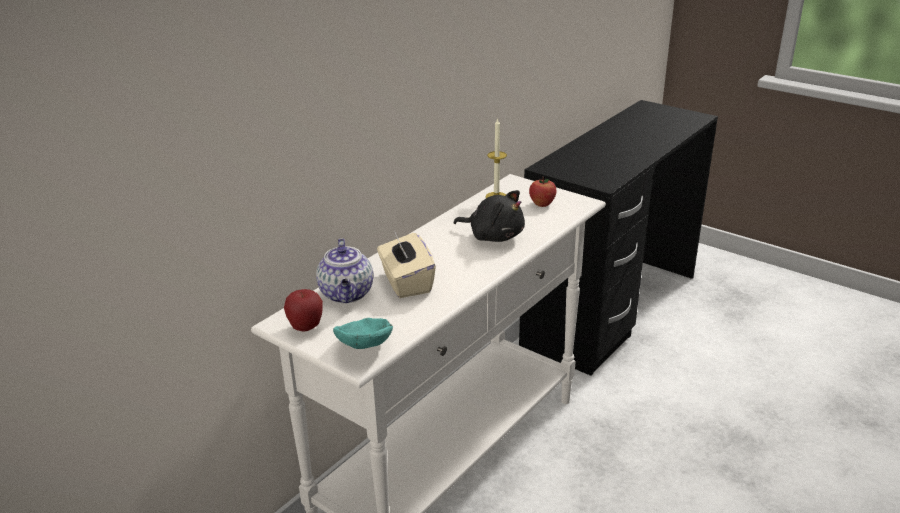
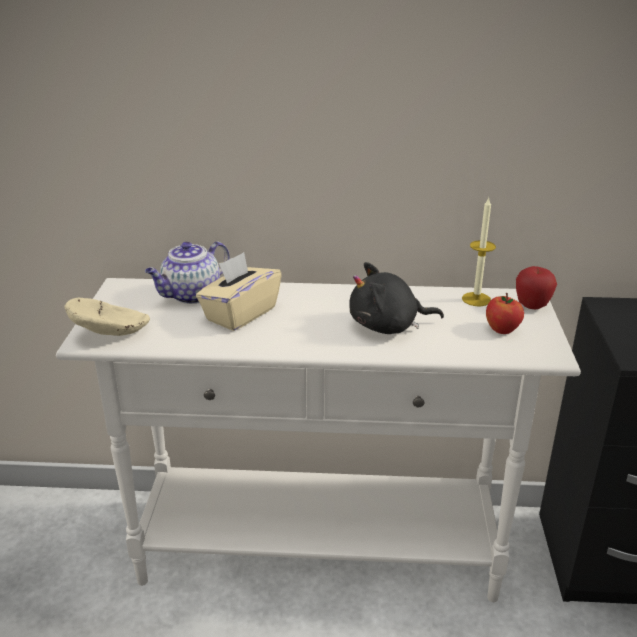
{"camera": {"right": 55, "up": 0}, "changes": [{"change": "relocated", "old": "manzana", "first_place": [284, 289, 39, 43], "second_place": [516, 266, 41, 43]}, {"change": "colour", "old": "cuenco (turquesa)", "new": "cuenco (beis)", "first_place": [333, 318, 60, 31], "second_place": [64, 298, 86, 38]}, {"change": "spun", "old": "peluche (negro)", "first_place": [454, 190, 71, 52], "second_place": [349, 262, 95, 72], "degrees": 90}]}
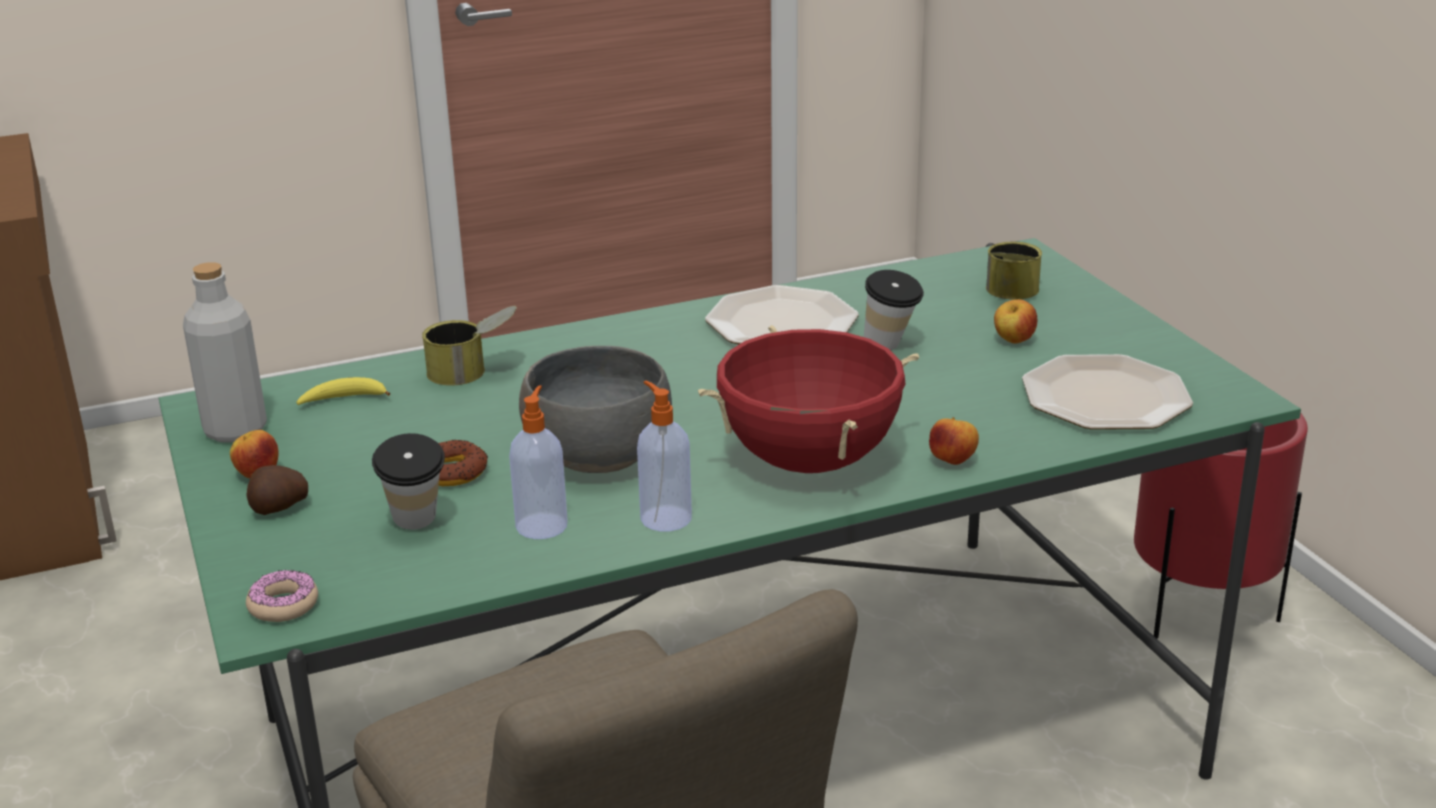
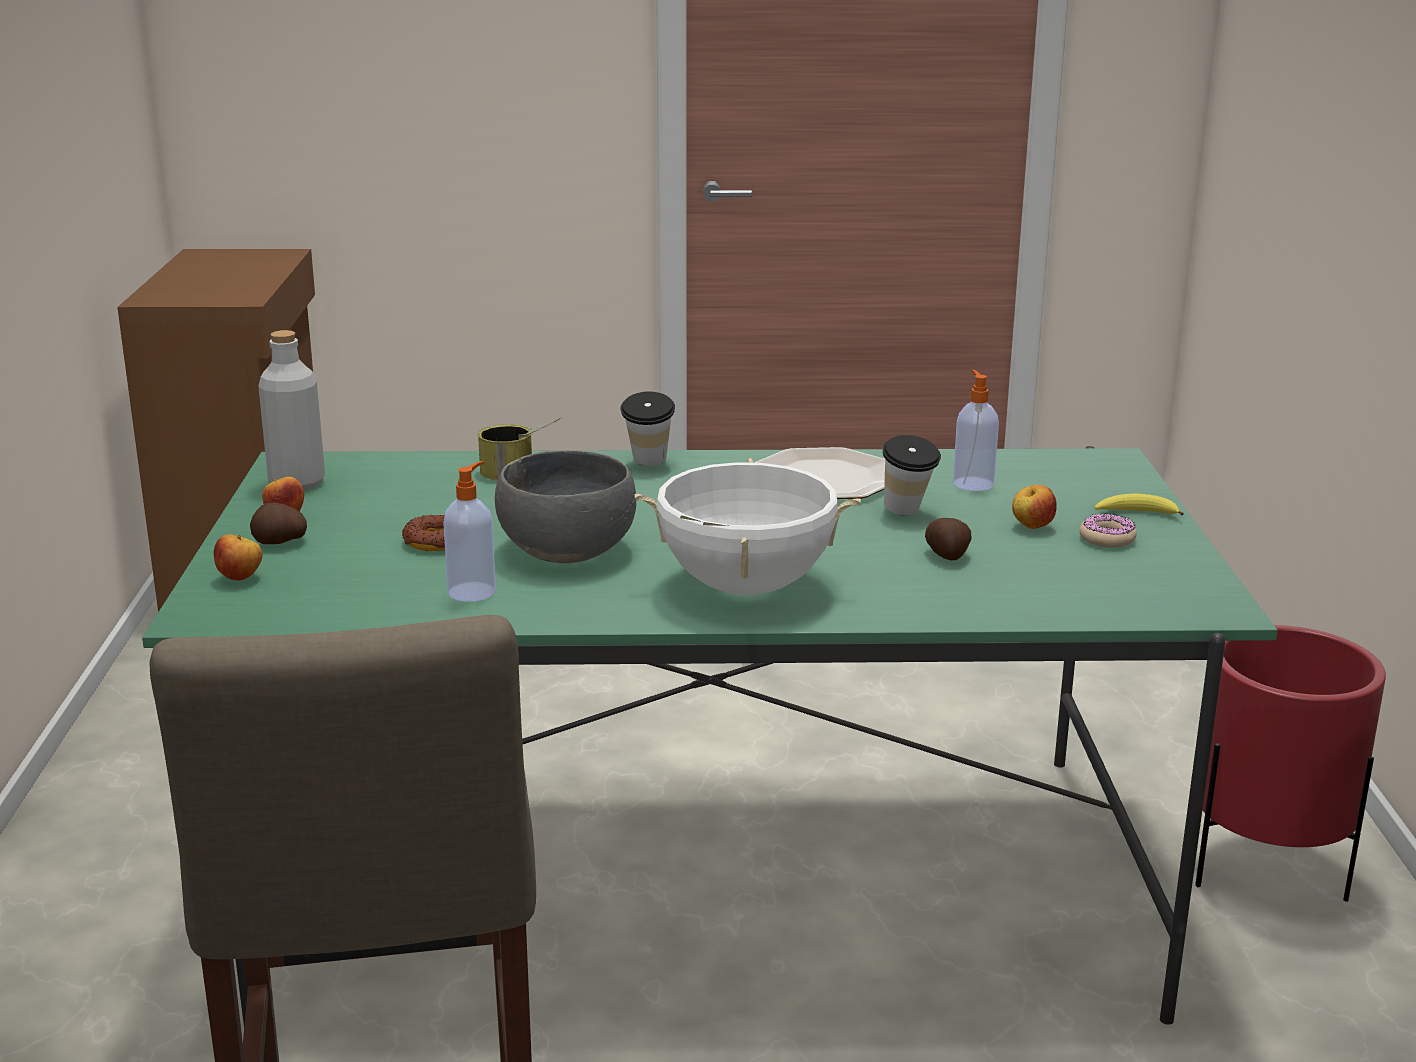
{"camera": {"right": 20, "up": -5}, "changes": [{"change": "relocated", "old": "rosquilla", "first_place": [246, 570, 72, 52], "second_place": [1079, 513, 58, 35]}, {"change": "relocated", "old": "plátano", "first_place": [296, 377, 94, 28], "second_place": [1094, 493, 89, 23]}, {"change": "relocated", "old": "taza", "first_place": [372, 433, 73, 97], "second_place": [621, 392, 54, 74]}, {"change": "relocated", "old": "dispensador de jabón", "first_place": [637, 381, 55, 151], "second_place": [953, 370, 46, 121]}, {"change": "colour", "old": "olla (rojo)", "new": "olla (blanco)", "first_place": [698, 325, 221, 148], "second_place": [635, 458, 226, 137]}, {"change": "relocated", "old": "manzana", "first_place": [929, 417, 50, 48], "second_place": [214, 534, 48, 47]}, {"change": "missing", "old": "lata", "first_place": [986, 241, 56, 59]}, {"change": "missing", "old": "plato", "first_place": [1022, 354, 171, 76]}, {"change": "appeared", "new": "patata", "second_place": [925, 518, 47, 42]}]}
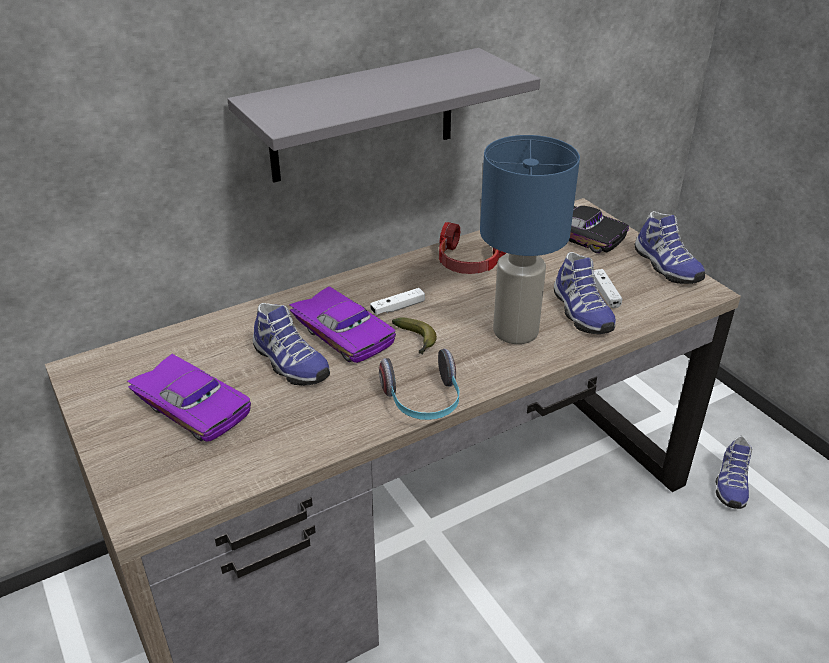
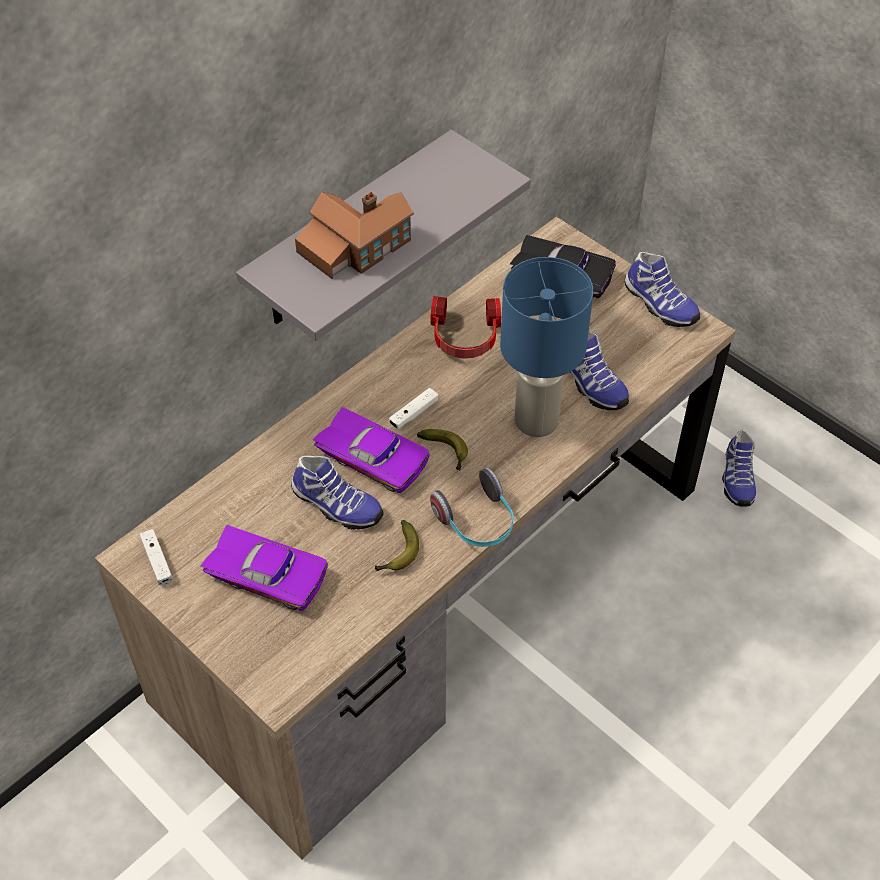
{"camera": {"right": -15, "up": 15}, "changes": [{"change": "relocated", "old": "mando de consola (blanco)", "first_place": [594, 269, 28, 39], "second_place": [140, 529, 33, 57]}, {"change": "appeared", "new": "casita", "second_place": [295, 192, 119, 87]}, {"change": "appeared", "new": "plátano", "second_place": [375, 520, 44, 51]}]}
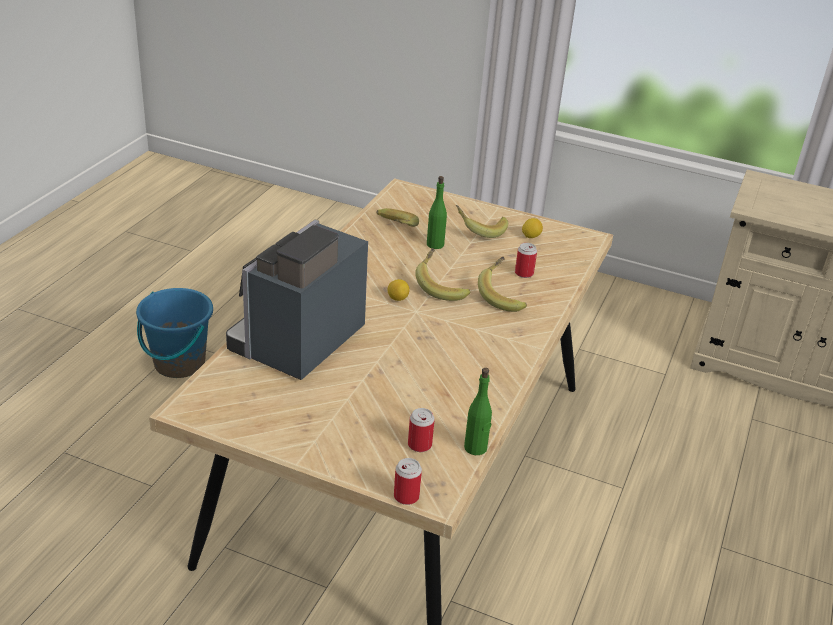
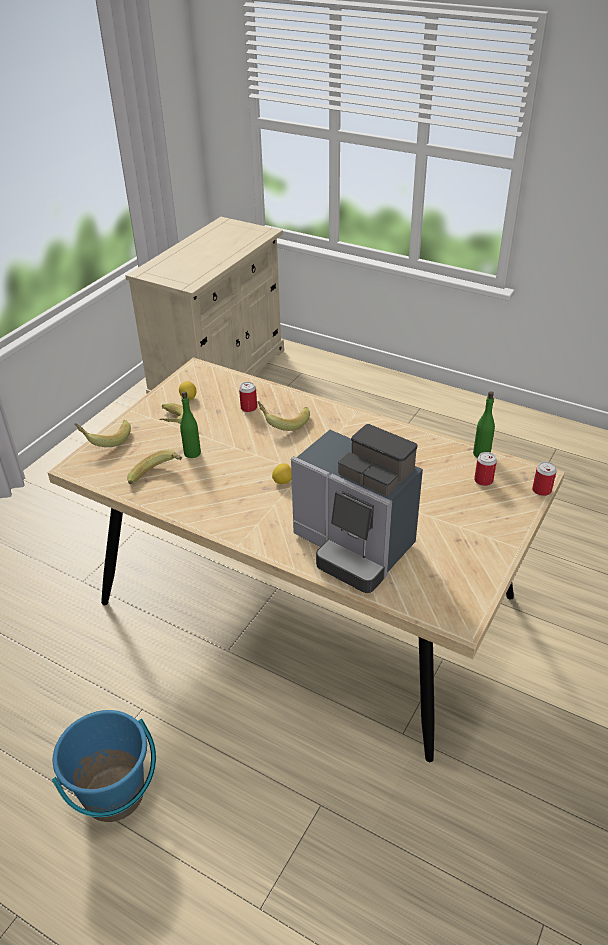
{"camera": {"right": -80, "up": 5}, "changes": [{"change": "relocated", "old": "plátano", "first_place": [415, 248, 56, 53], "second_place": [74, 420, 57, 27]}]}
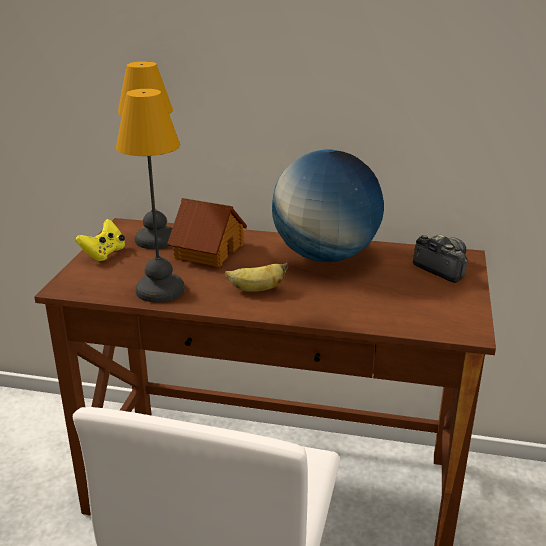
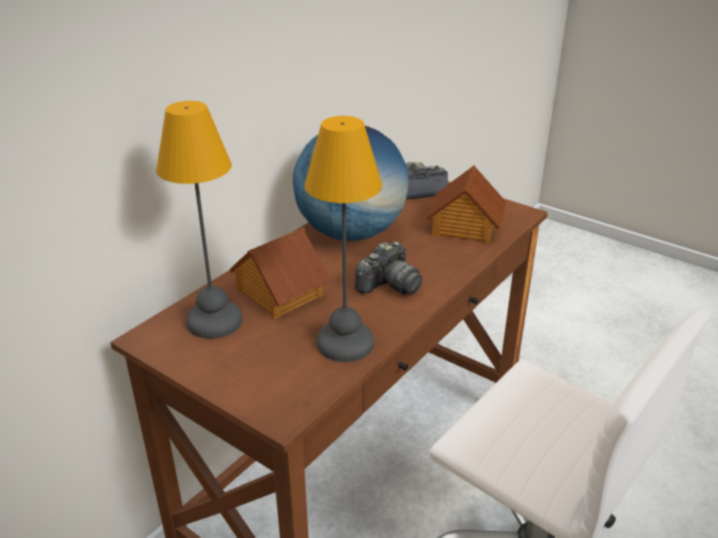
{"camera": {"right": -65, "up": 5}, "changes": [{"change": "missing", "old": "mando de consola (amarillo)", "first_place": [76, 219, 49, 42]}, {"change": "exchanged", "old": "plátano", "new": "cámara", "first_place": [225, 263, 63, 29], "second_place": [355, 241, 68, 54]}, {"change": "appeared", "new": "casita", "second_place": [426, 165, 80, 78]}]}
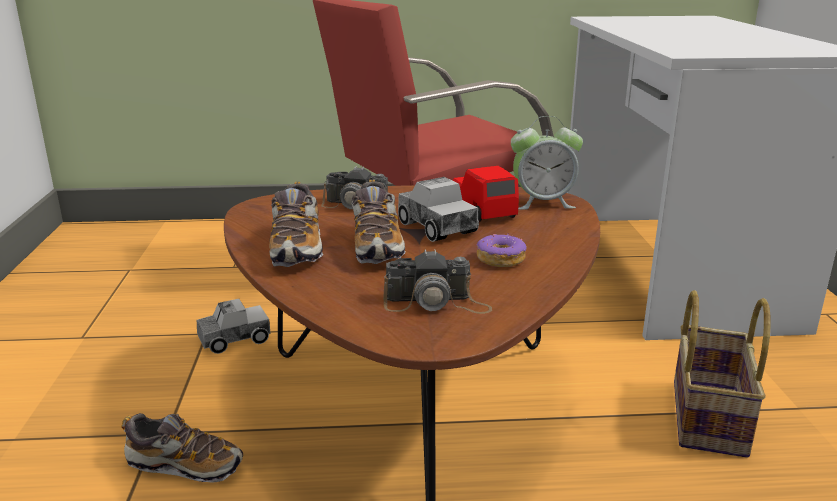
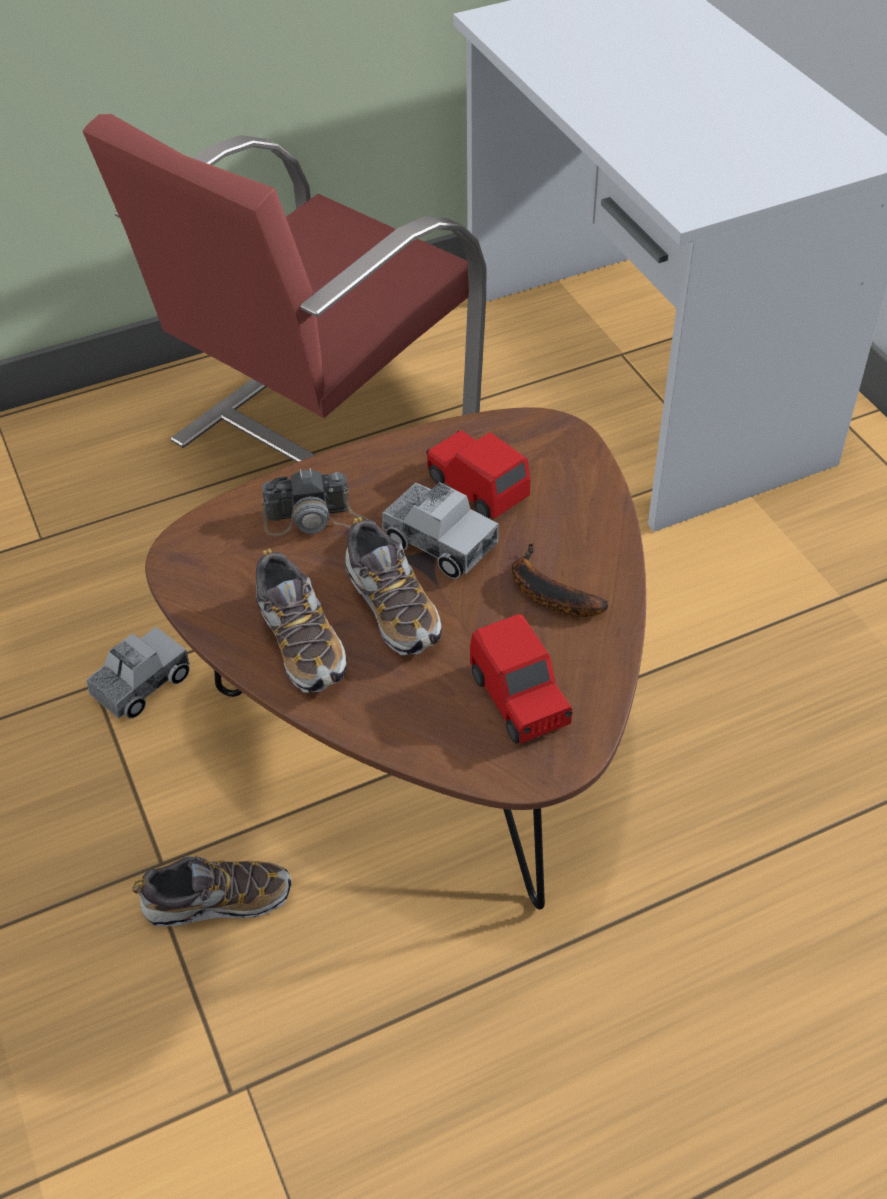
{"camera": {"right": -20, "up": 25}, "changes": [{"change": "exchanged", "old": "cámara", "new": "coche de juguete (rojo)", "first_place": [383, 249, 109, 65], "second_place": [470, 614, 102, 130]}, {"change": "exchanged", "old": "rosquilla", "new": "plátano", "first_place": [476, 233, 51, 34], "second_place": [512, 542, 96, 75]}, {"change": "missing", "old": "despertador", "first_place": [511, 116, 72, 94]}, {"change": "missing", "old": "cesta", "first_place": [674, 290, 97, 168]}]}
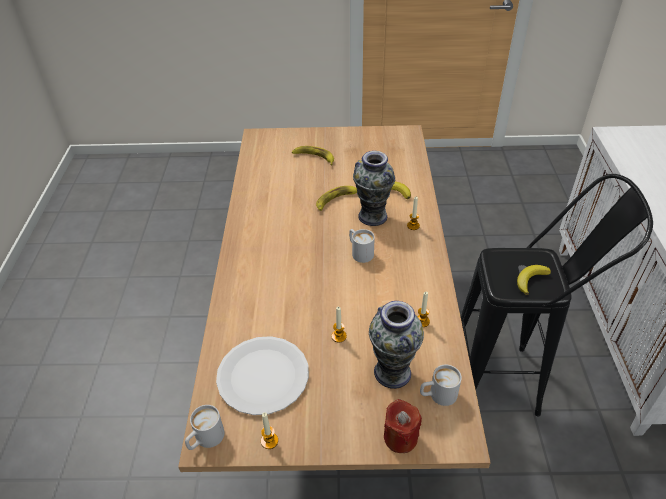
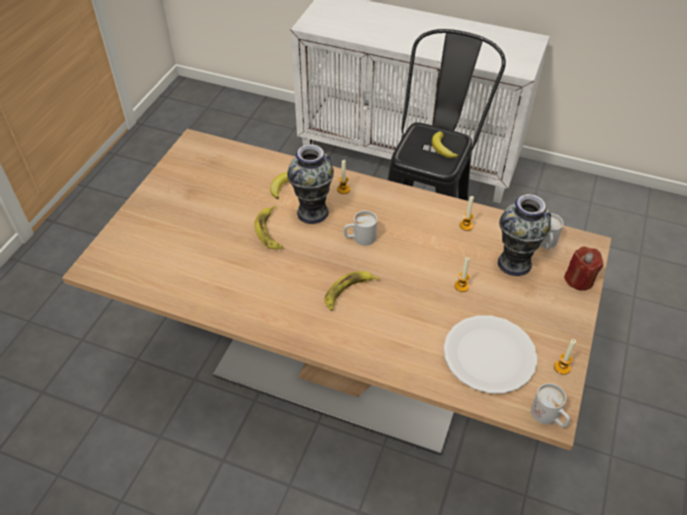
{"camera": {"right": -70, "up": 5}, "changes": [{"change": "relocated", "old": "plátano", "first_place": [292, 146, 42, 19], "second_place": [324, 271, 56, 40]}]}
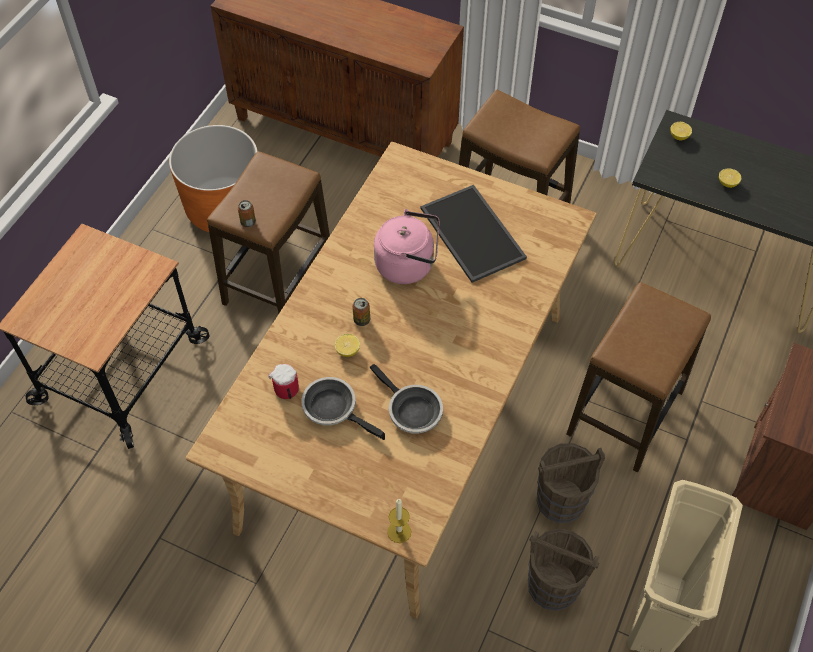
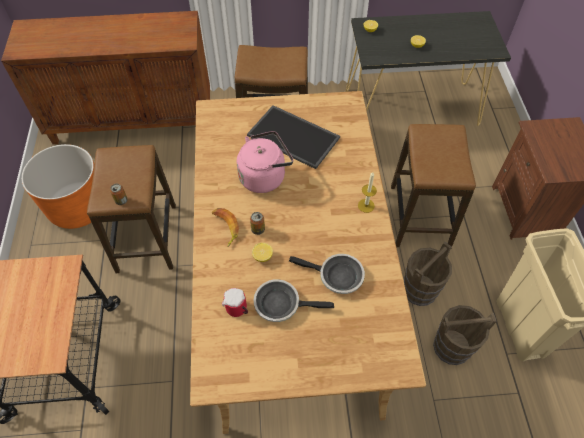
{"camera": {"right": -30, "up": 0}, "changes": [{"change": "relocated", "old": "vela", "first_place": [387, 499, 24, 44], "second_place": [358, 172, 19, 41]}, {"change": "appeared", "new": "plátano", "second_place": [212, 208, 27, 39]}]}
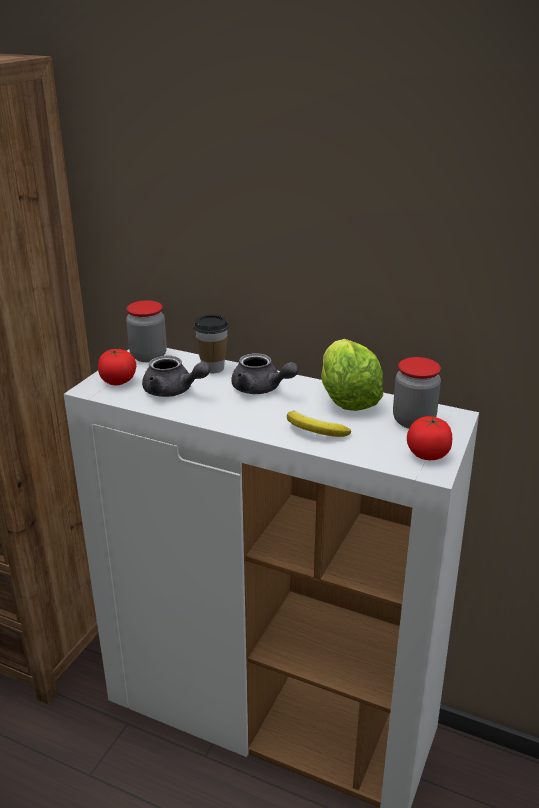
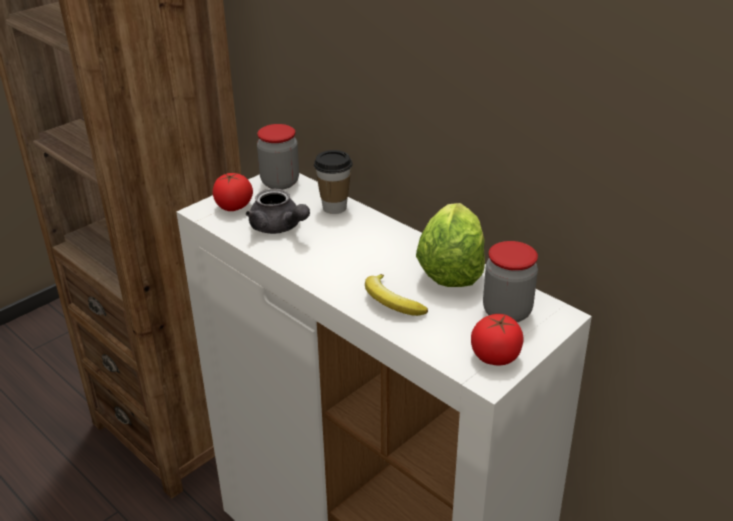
{"camera": {"right": 20, "up": 5}, "changes": [{"change": "missing", "old": "tetera (gris)", "first_place": [231, 353, 68, 41]}]}
